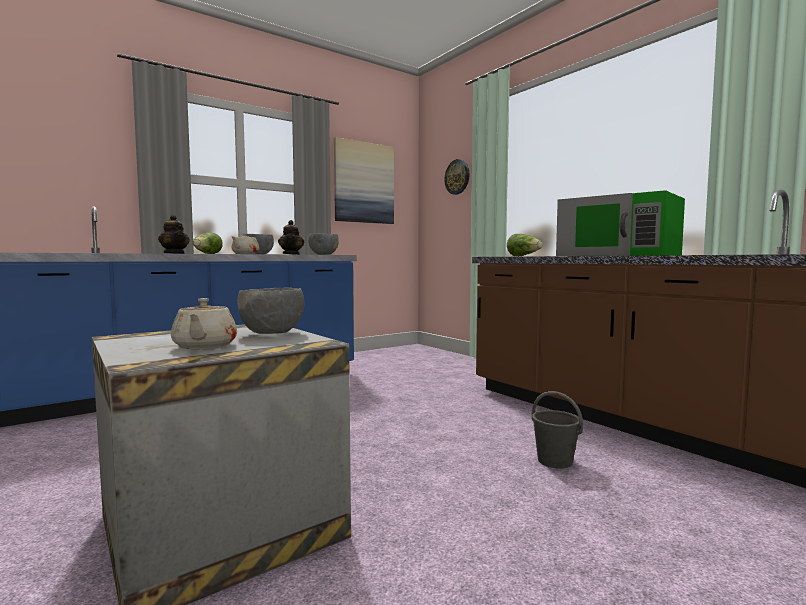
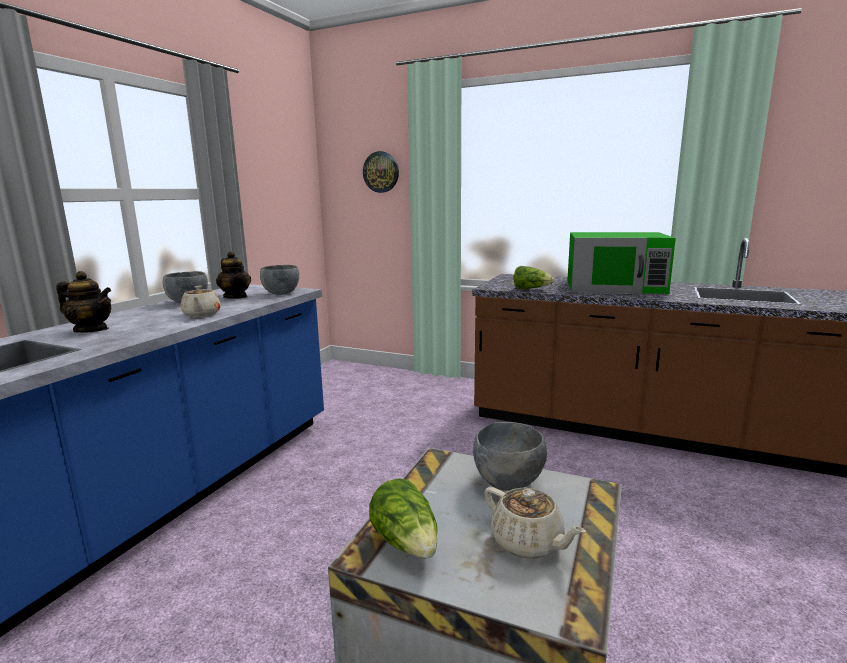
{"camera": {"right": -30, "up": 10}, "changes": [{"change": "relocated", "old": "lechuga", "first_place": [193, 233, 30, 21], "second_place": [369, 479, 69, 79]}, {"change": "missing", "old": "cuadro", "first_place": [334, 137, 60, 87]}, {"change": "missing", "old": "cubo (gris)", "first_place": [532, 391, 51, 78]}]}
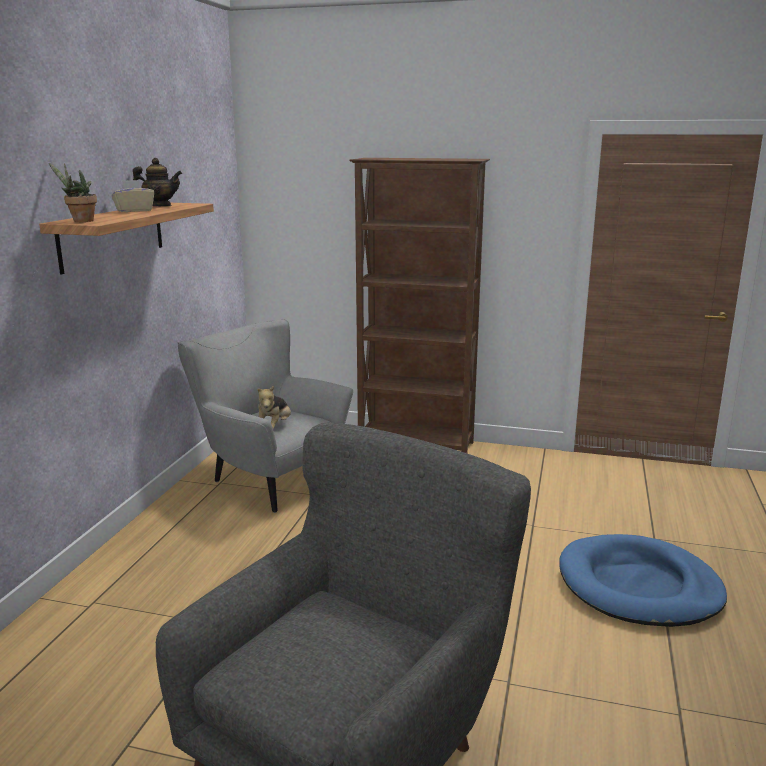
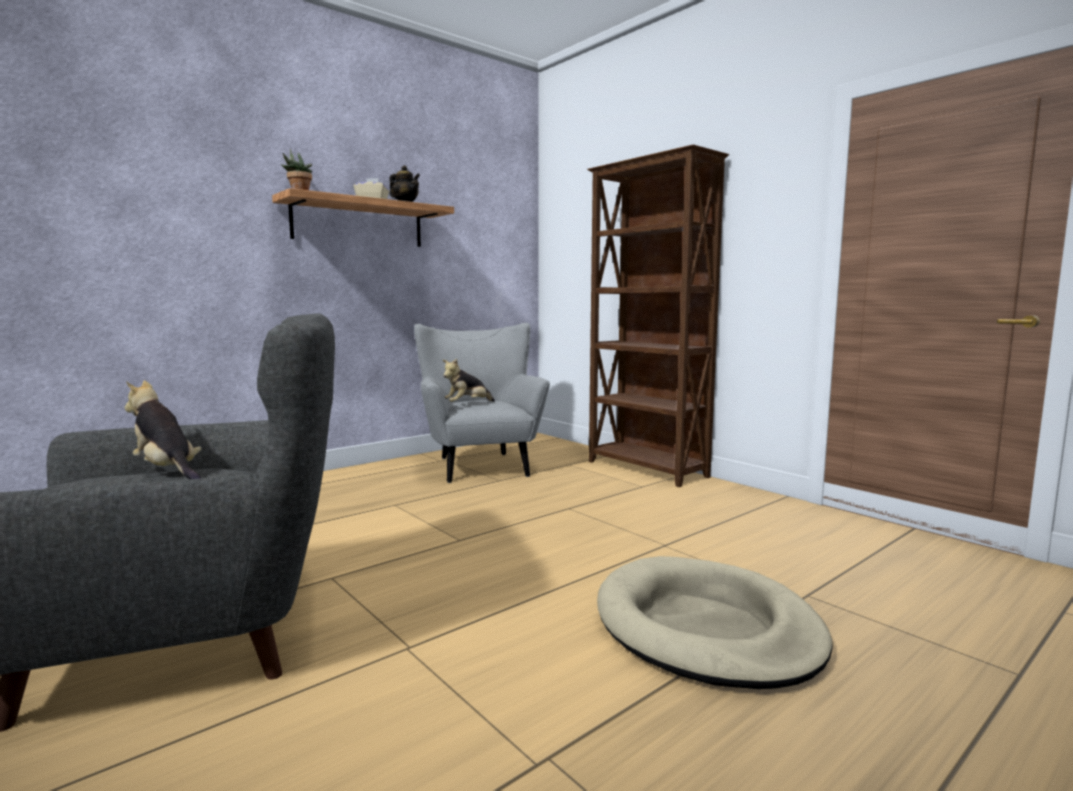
{"camera": {"right": 35, "up": -10}, "changes": [{"change": "colour", "old": "cama para perro (azul)", "new": "cama para perro (beis)", "first_place": [559, 534, 168, 93], "second_place": [597, 556, 236, 133]}, {"change": "appeared", "new": "peluche", "second_place": [125, 380, 76, 99]}]}
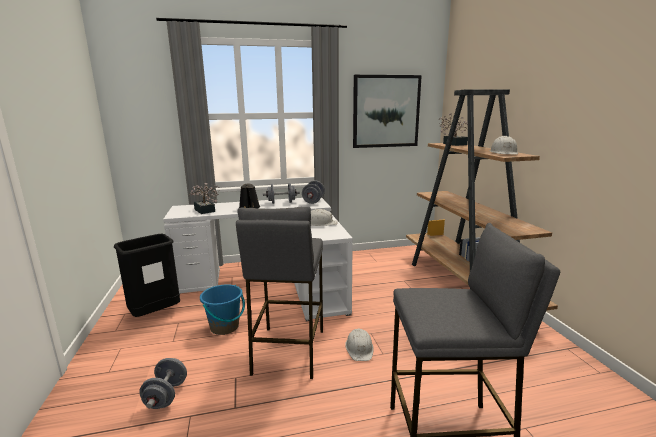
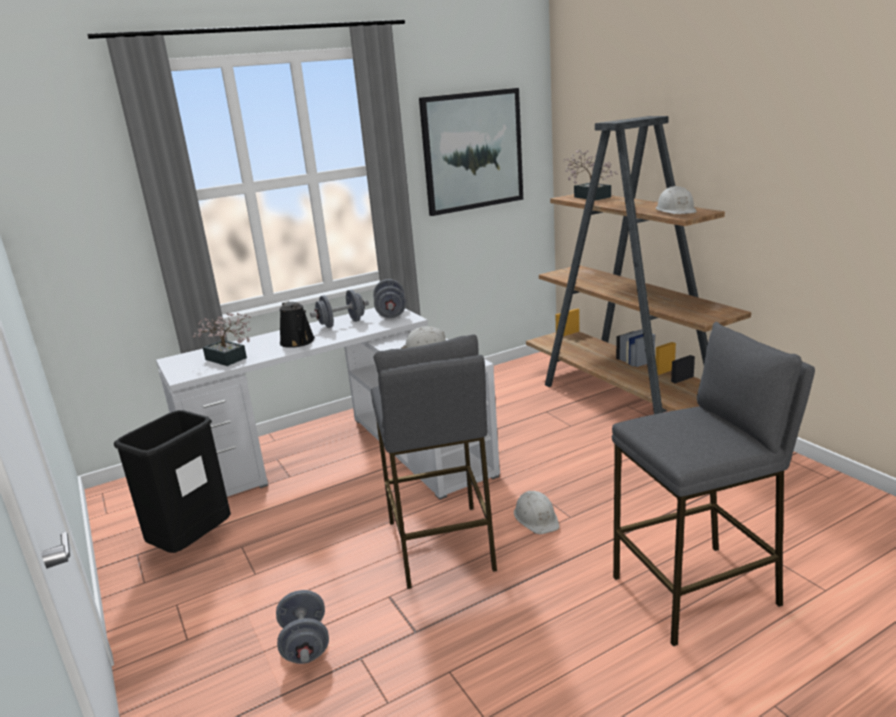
{"camera": {"right": -15, "up": 5}, "changes": [{"change": "missing", "old": "cubo (azul)", "first_place": [200, 284, 45, 51]}]}
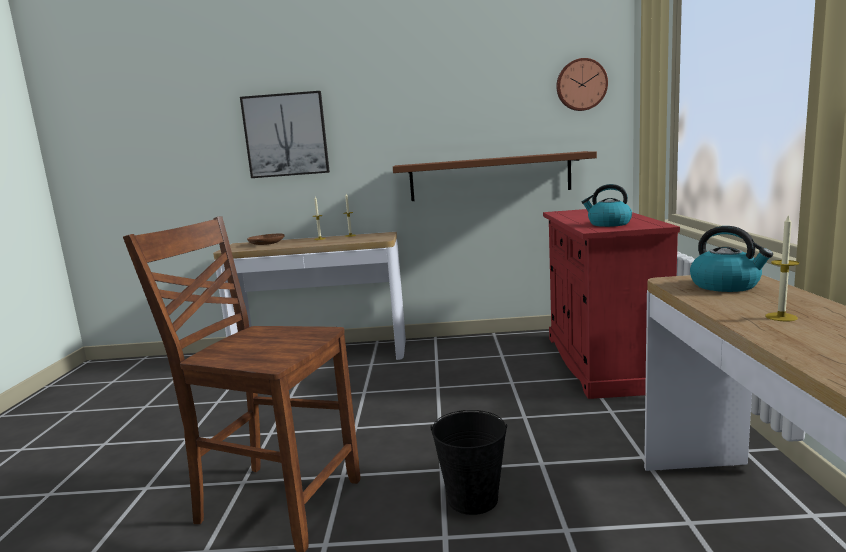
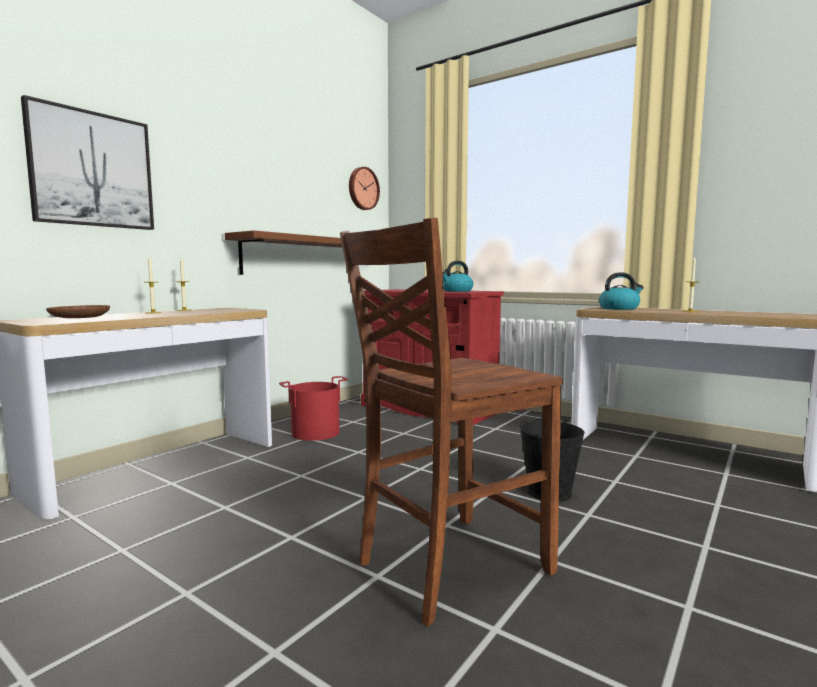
{"camera": {"right": -55, "up": -5}, "changes": [{"change": "appeared", "new": "cubo (rojo)", "second_place": [279, 376, 69, 65]}]}
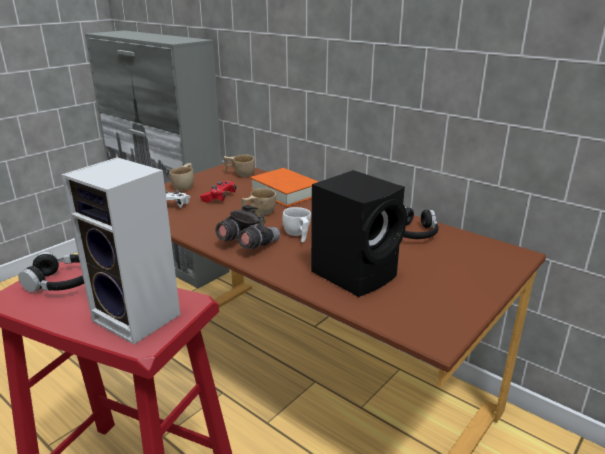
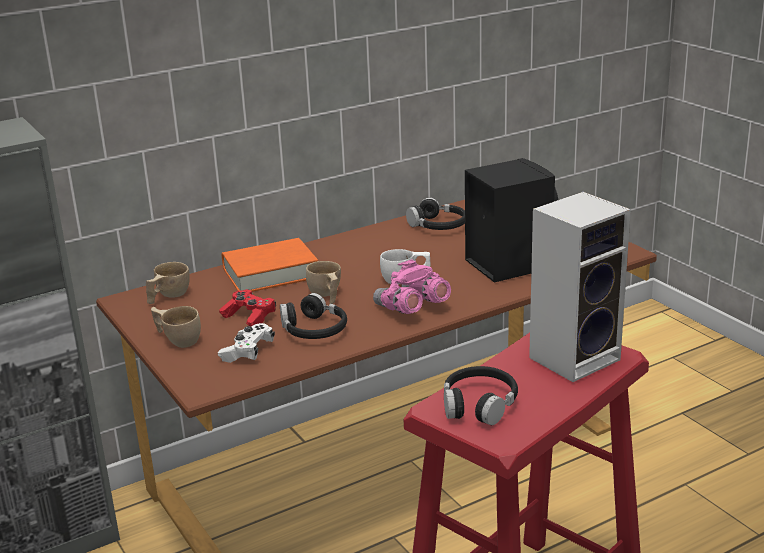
{"camera": {"right": -70, "up": 0}, "changes": [{"change": "colour", "old": "prismáticos (gris)", "new": "prismáticos (rosa)", "first_place": [215, 205, 65, 44], "second_place": [373, 259, 78, 55]}, {"change": "appeared", "new": "auriculares (negro)", "second_place": [280, 293, 67, 46]}]}
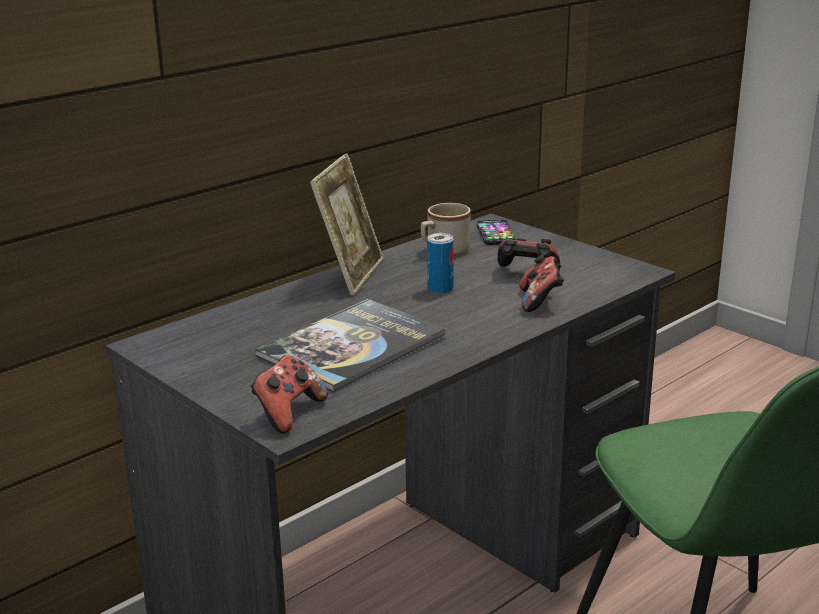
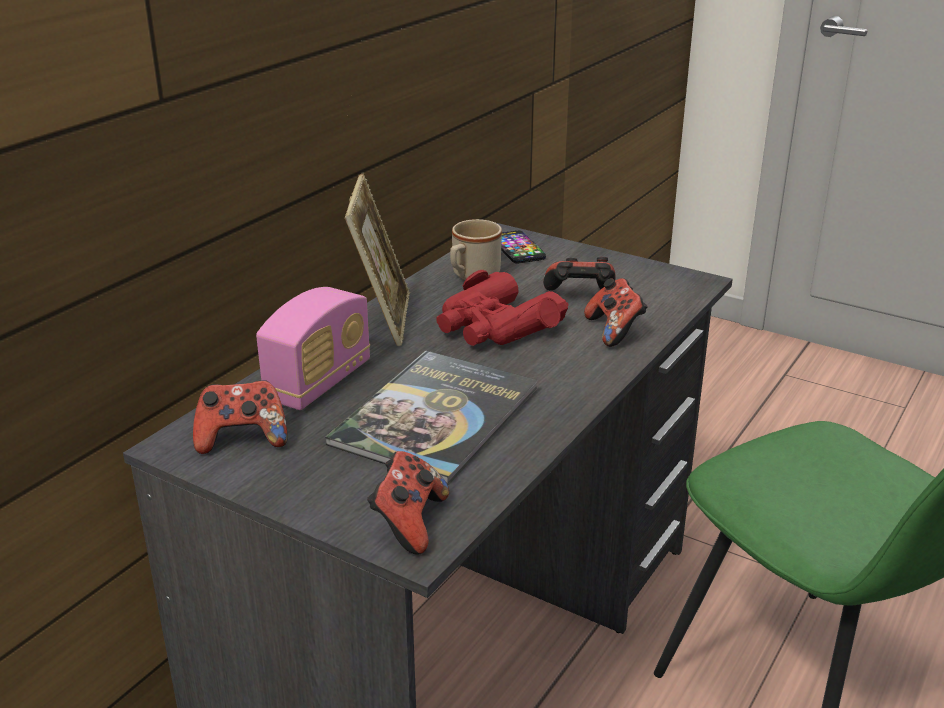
{"camera": {"right": -15, "up": 5}, "changes": [{"change": "exchanged", "old": "lata", "new": "prismáticos (rojo)", "first_place": [427, 233, 27, 61], "second_place": [436, 270, 133, 76]}, {"change": "appeared", "new": "mando de consola", "second_place": [193, 380, 95, 74]}, {"change": "appeared", "new": "radio", "second_place": [256, 287, 114, 123]}]}
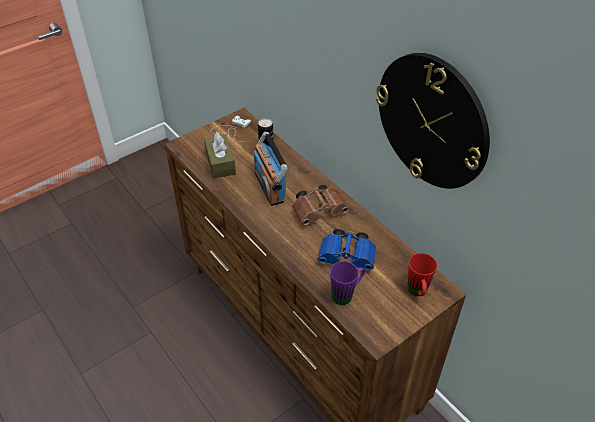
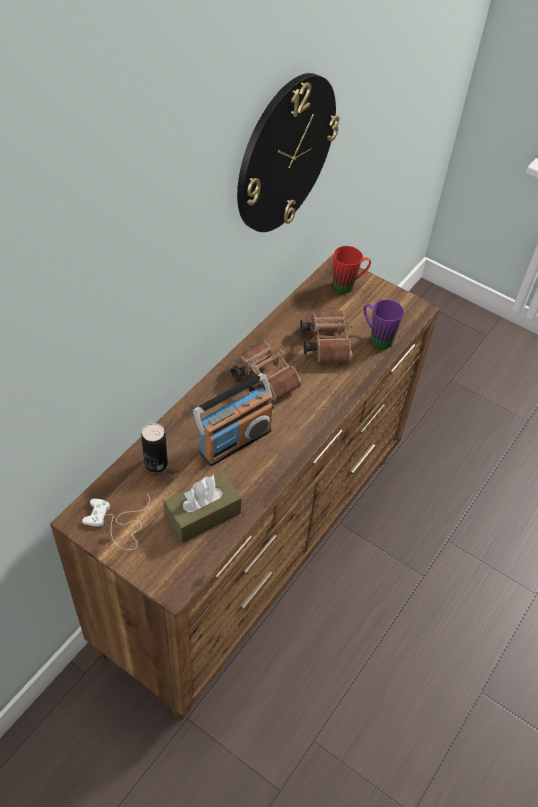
{"camera": {"right": -110, "up": 5}, "changes": [{"change": "colour", "old": "prismáticos (azul)", "new": "prismáticos (marrón)", "first_place": [318, 229, 58, 41], "second_place": [300, 311, 53, 51]}]}
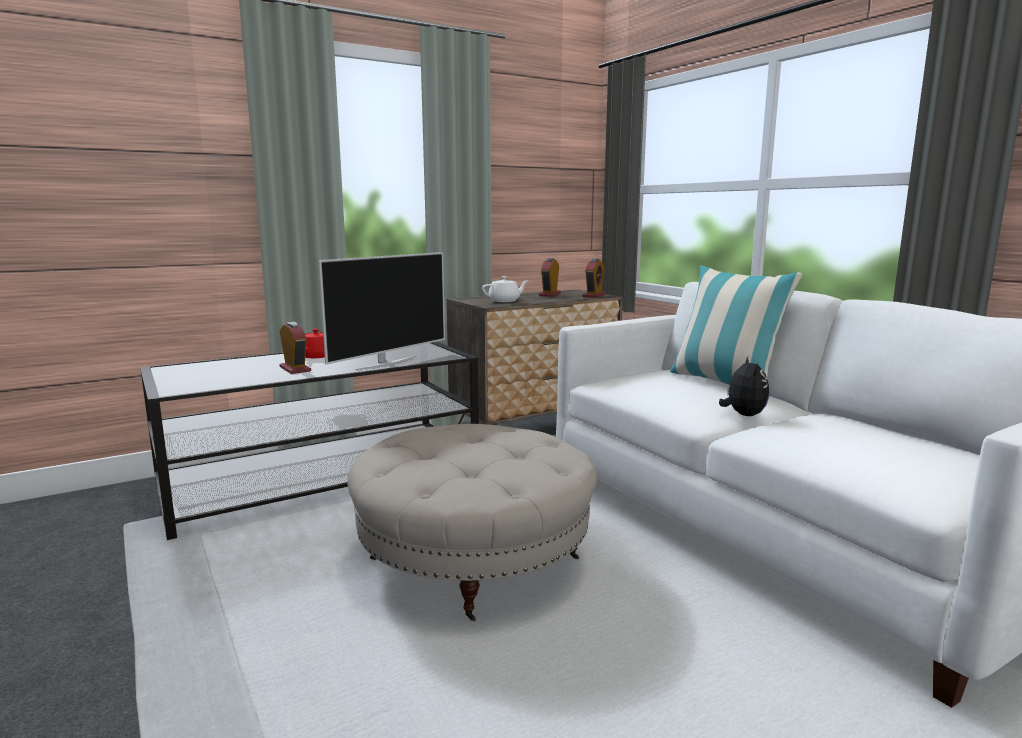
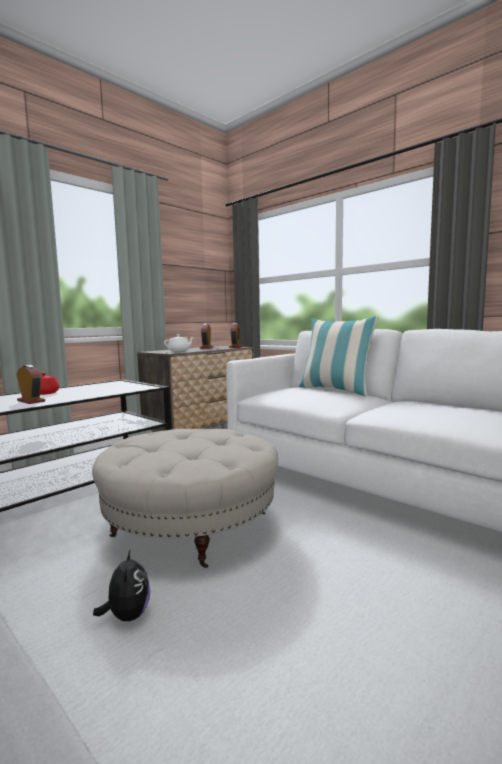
{"camera": {"right": -15, "up": -5}, "changes": [{"change": "missing", "old": "televisor", "first_place": [318, 252, 127, 119]}, {"change": "relocated", "old": "peluche", "first_place": [719, 356, 50, 60], "second_place": [93, 548, 57, 73]}]}
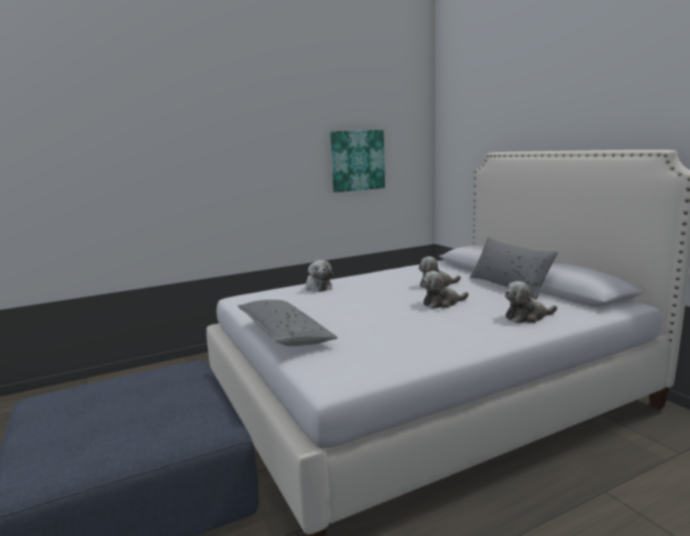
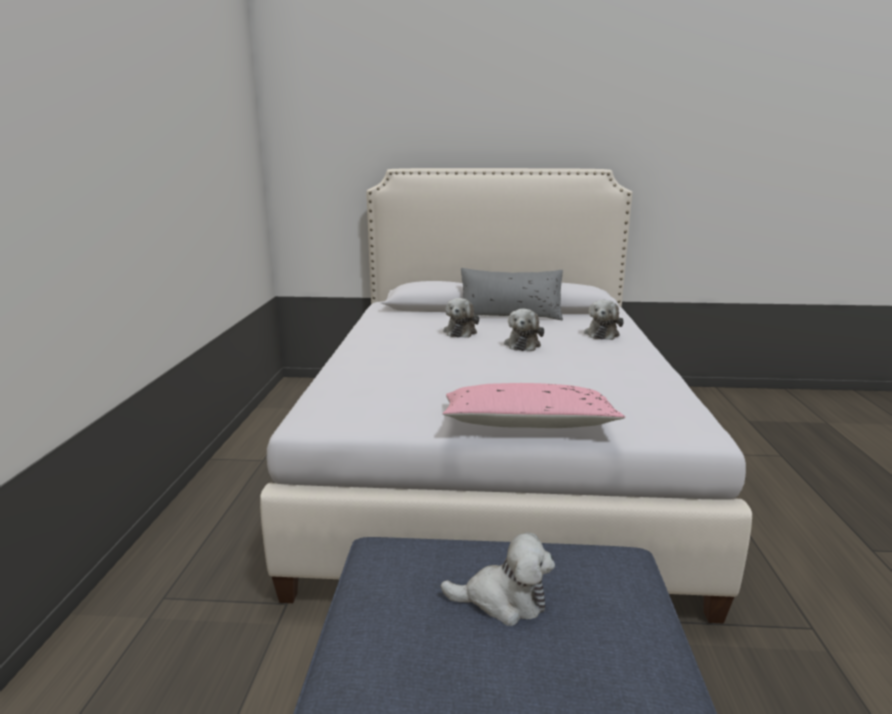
{"camera": {"right": -60, "up": 5}, "changes": [{"change": "colour", "old": "cojín (gris)", "new": "cojín (rosa)", "first_place": [237, 300, 101, 46], "second_place": [443, 383, 183, 45]}, {"change": "relocated", "old": "peluche", "first_place": [305, 260, 29, 32], "second_place": [440, 532, 115, 94]}, {"change": "missing", "old": "cuadro", "first_place": [330, 130, 55, 62]}]}
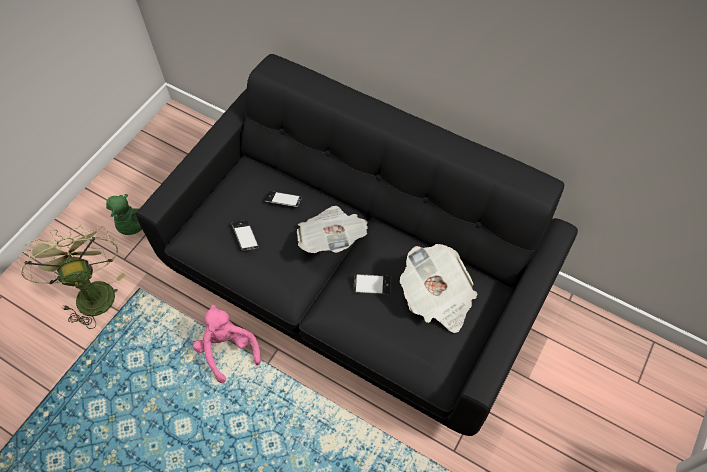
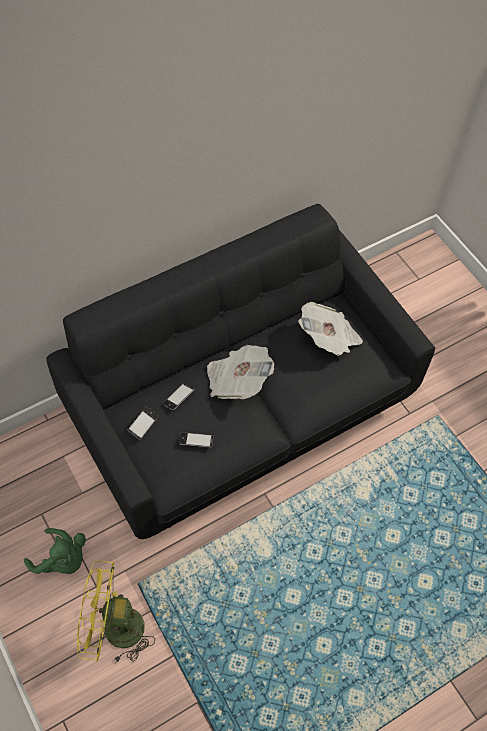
{"camera": {"right": -65, "up": 0}, "changes": [{"change": "colour", "old": "ventilador (verde)", "new": "ventilador (amarillo)", "first_place": [18, 224, 108, 105], "second_place": [77, 560, 78, 104]}, {"change": "missing", "old": "peluche (rosa)", "first_place": [193, 305, 68, 78]}, {"change": "relocated", "old": "móvil", "first_place": [353, 274, 38, 20], "second_place": [128, 406, 31, 34]}]}
